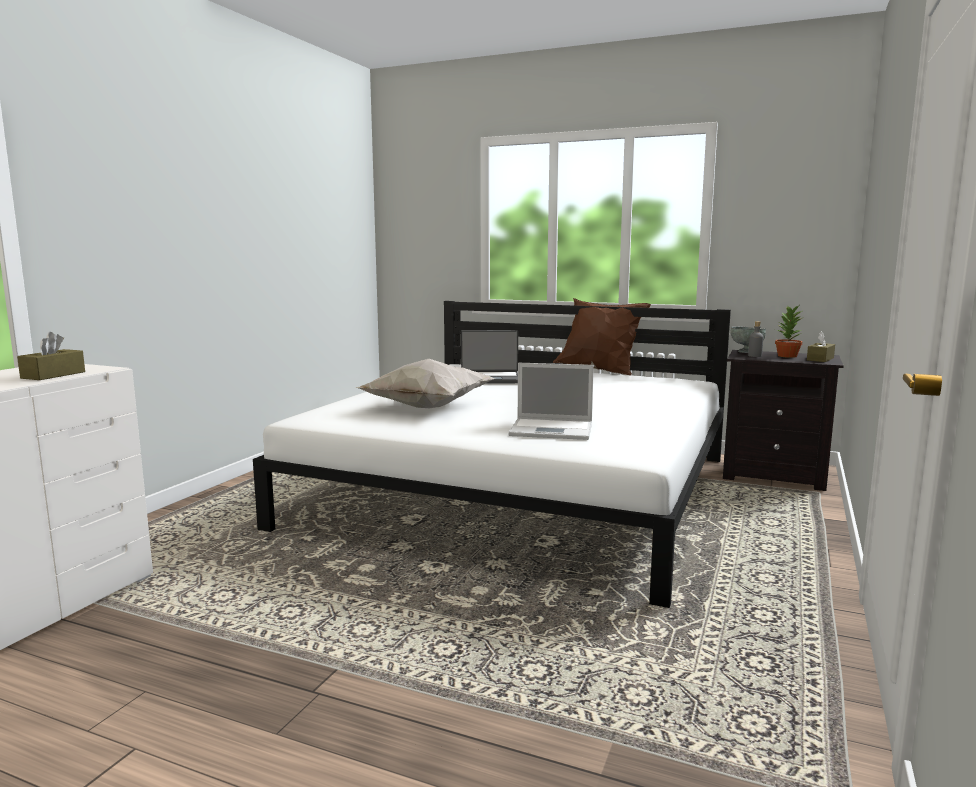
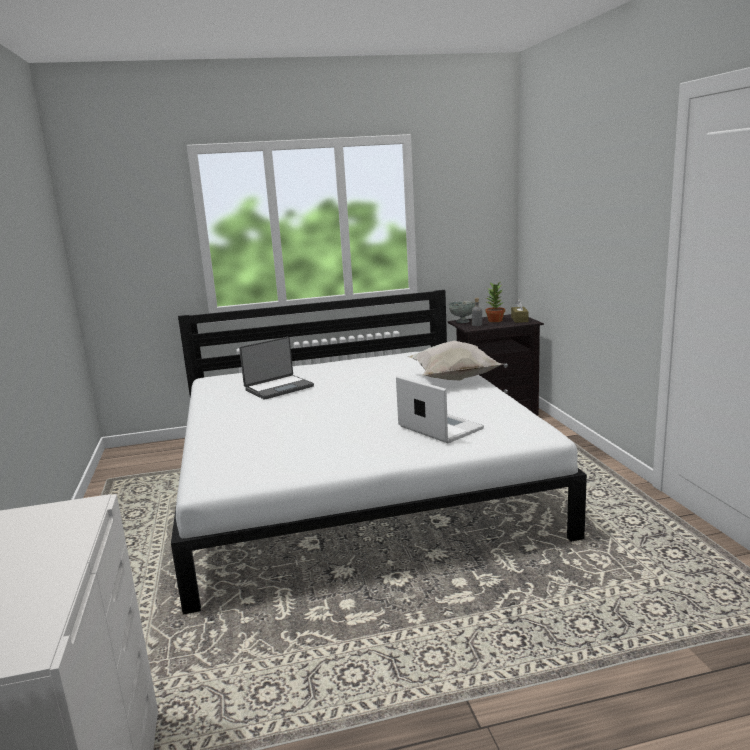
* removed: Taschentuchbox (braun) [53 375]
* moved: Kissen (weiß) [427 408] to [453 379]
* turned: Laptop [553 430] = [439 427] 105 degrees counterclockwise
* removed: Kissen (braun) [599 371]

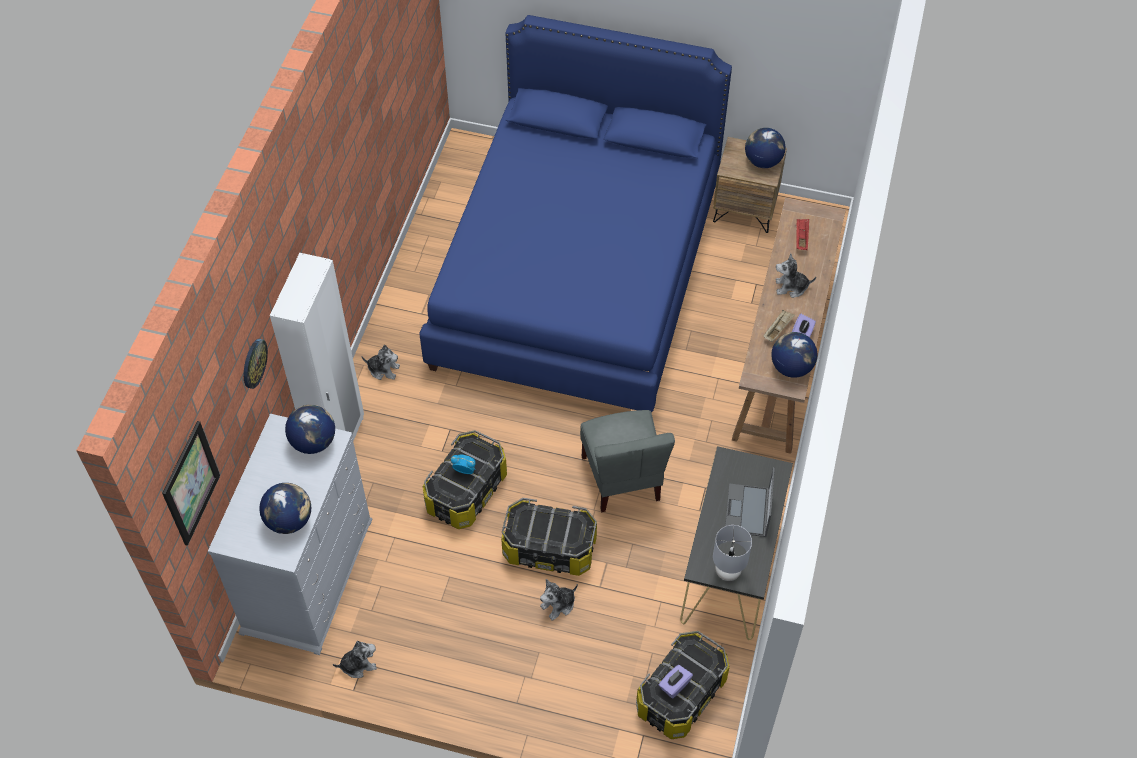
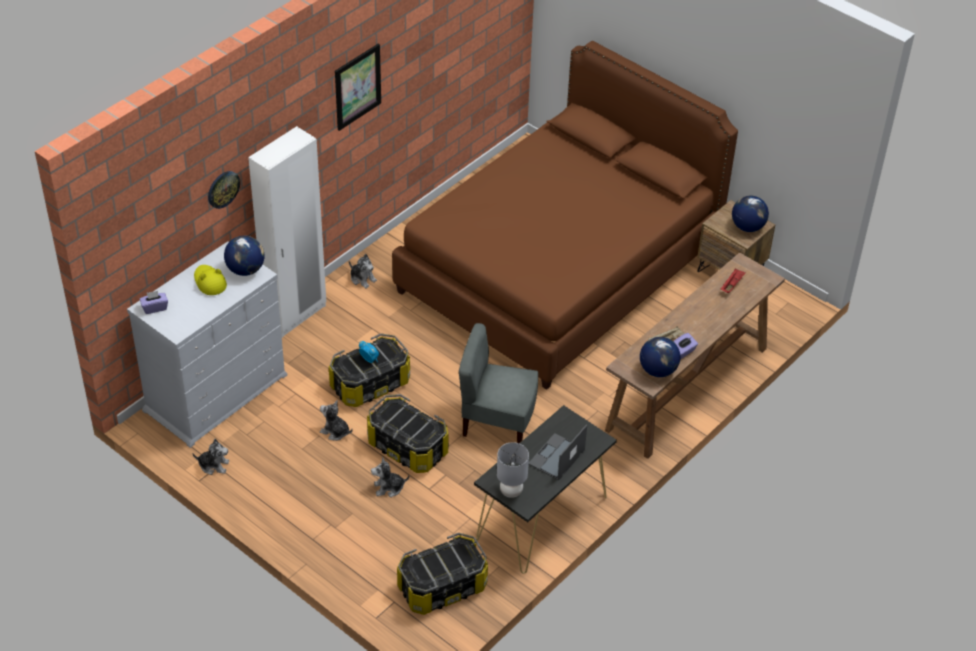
* moved: Bild [190 483] to [357 86]
* removed: Globus [289 520]
* recoloured: Bett (blau) [577 274] to Bett (braun) [559 268]
* turned: Stuhl (grau) [622 478] = [497 423] 90 degrees clockwise
* moved: Taschentuchbox (lila) [674 685] to [154 308]
* moved: Plüschtier [791 287] to [335 432]
* added: Hut (gelb) [209 282]

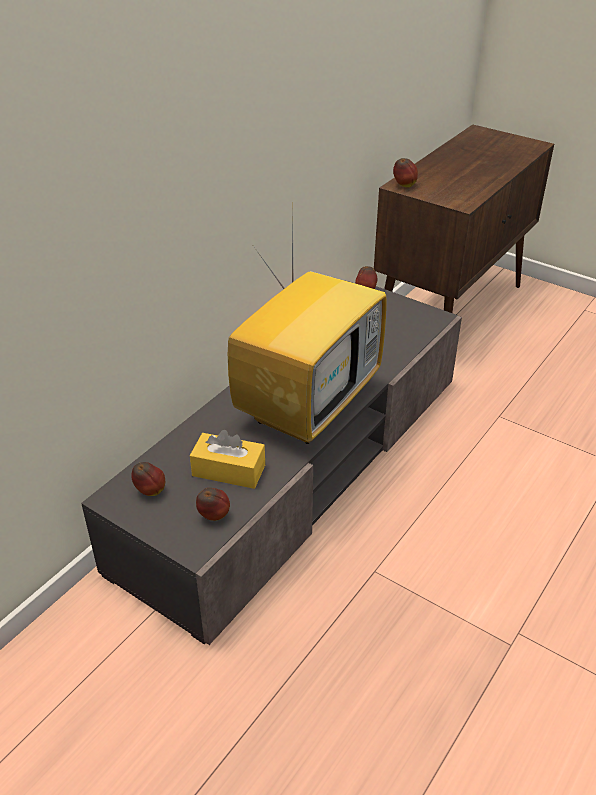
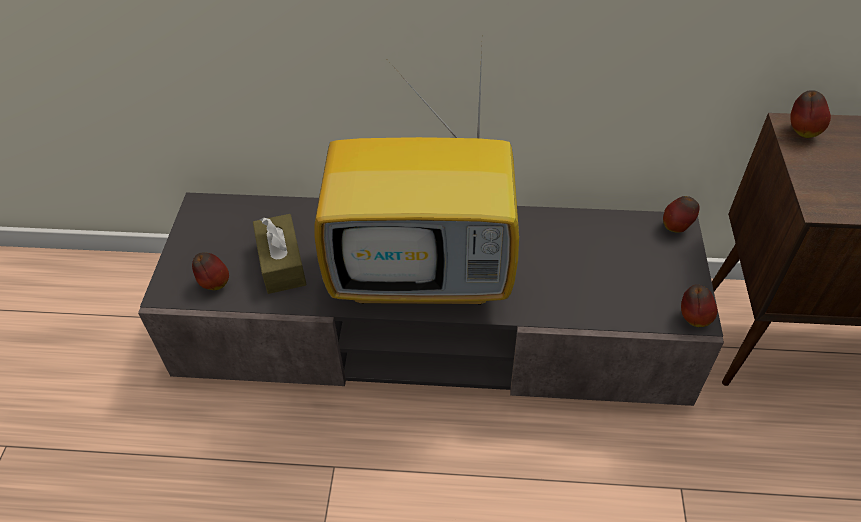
* moved: Apfel [150 492] to [693 319]
* recoloured: Taschentuchbox (gelb) [228 470] to Taschentuchbox (braun) [282 263]

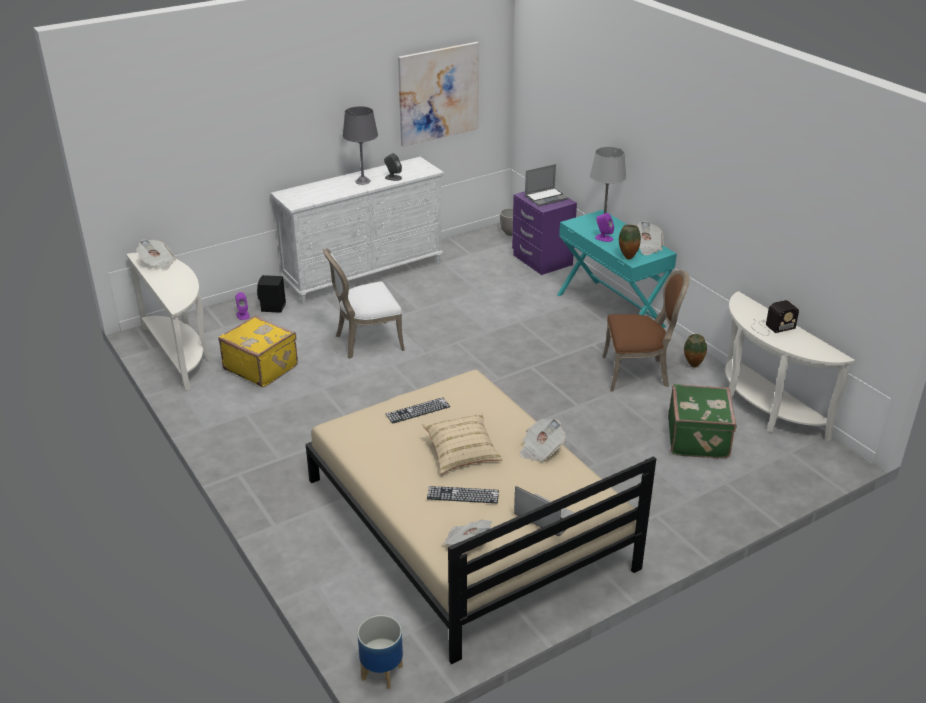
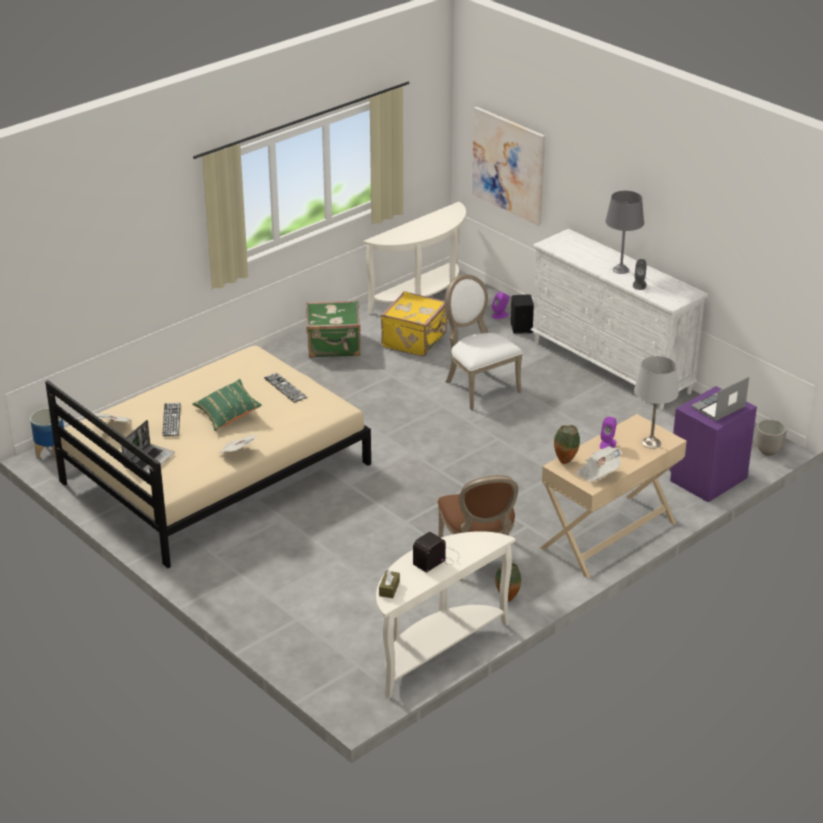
* removed: Zeitung [157 263]
* moved: Bild [438 93] to [508 165]
* recoloured: Kissen (beige) [461 453] to Kissen (grün) [228 414]
* turned: Laptop [546 197] = [718 408] 90 degrees clockwise
* recoloured: Schreibtisch (türkis) [610 310] to Schreibtisch (beige) [609 536]
* moved: Koffer (grün) [699 438] to [334 346]
* turned: Radio [771 327] = [438 559] 75 degrees clockwise
* added: Taschentuchbox (braun) [389 589]

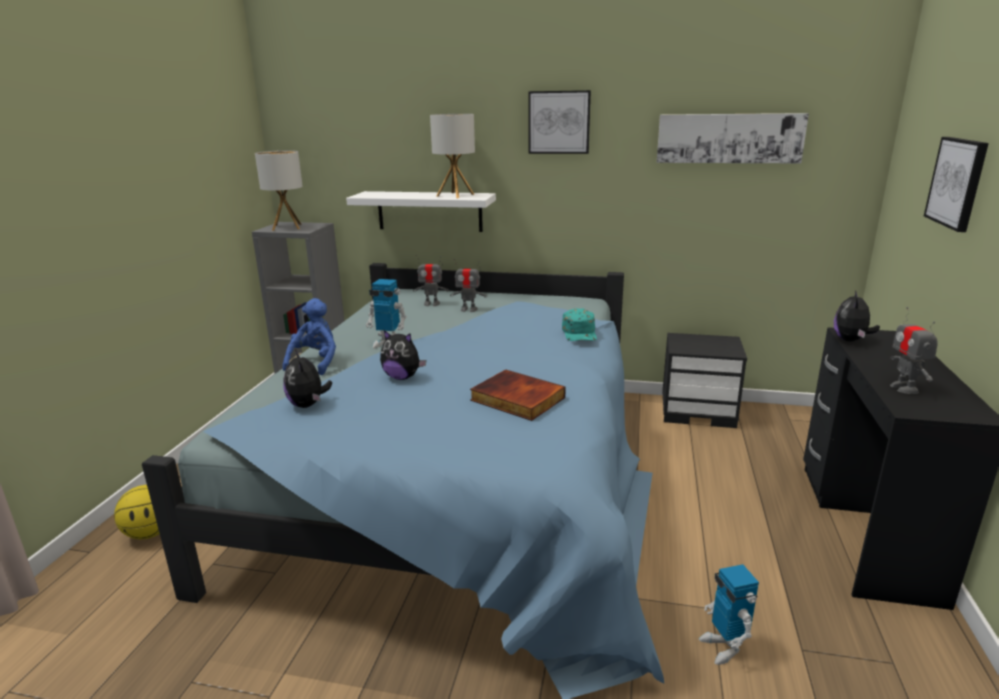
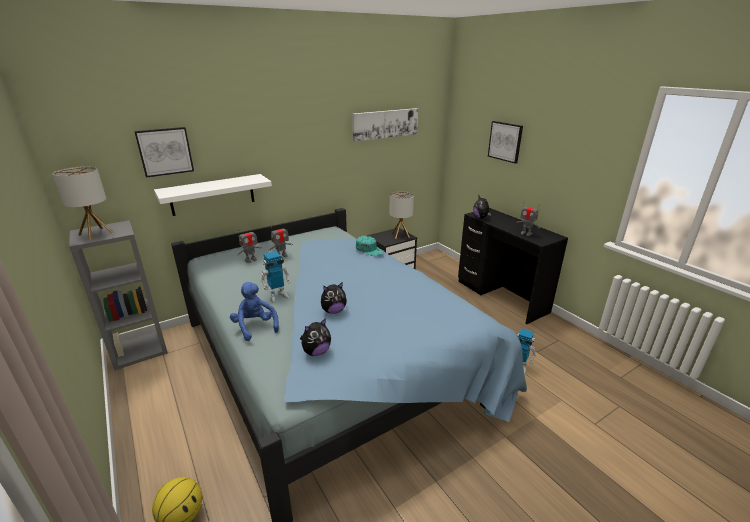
* turned: Plüschtier [308 405] = [316 352] 60 degrees counterclockwise
* moved: Tischlampe [455 195] to [400 235]
* removed: Buch [516 399]
* moved: Bild [559 122] to [165 151]

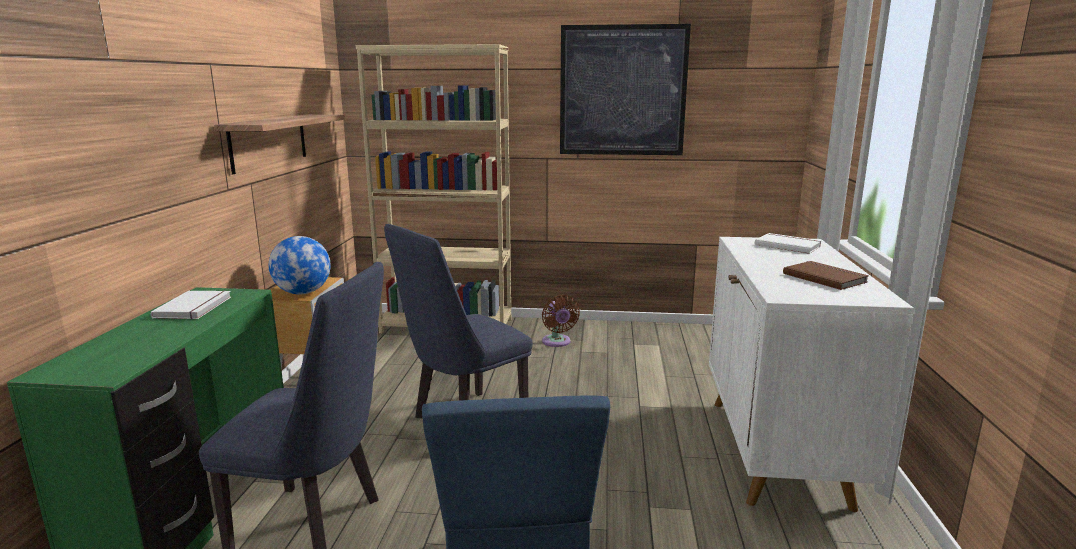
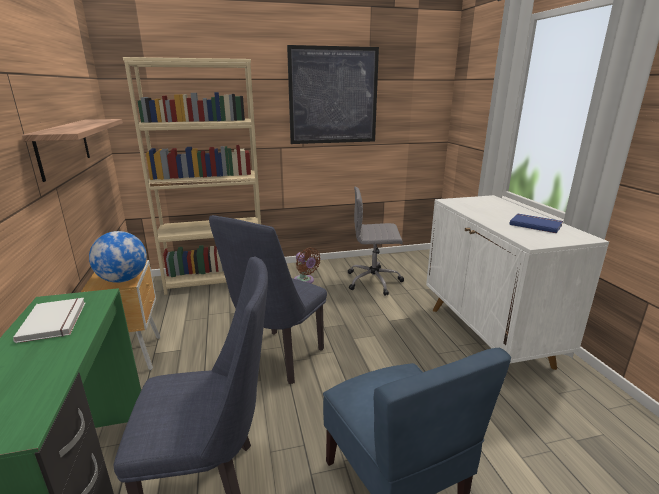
* removed: Buch (weiß) [788 245]
* recoloured: Buch (braun) [825 277] to Buch (blau) [535 224]
* added: Bürostuhl (grau) [374 281]

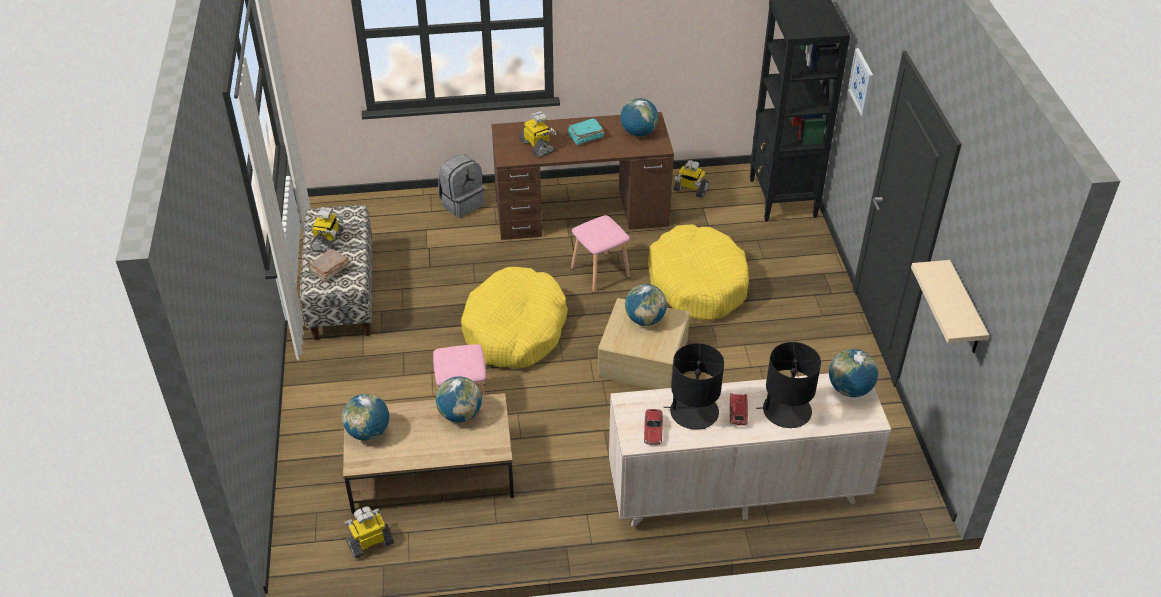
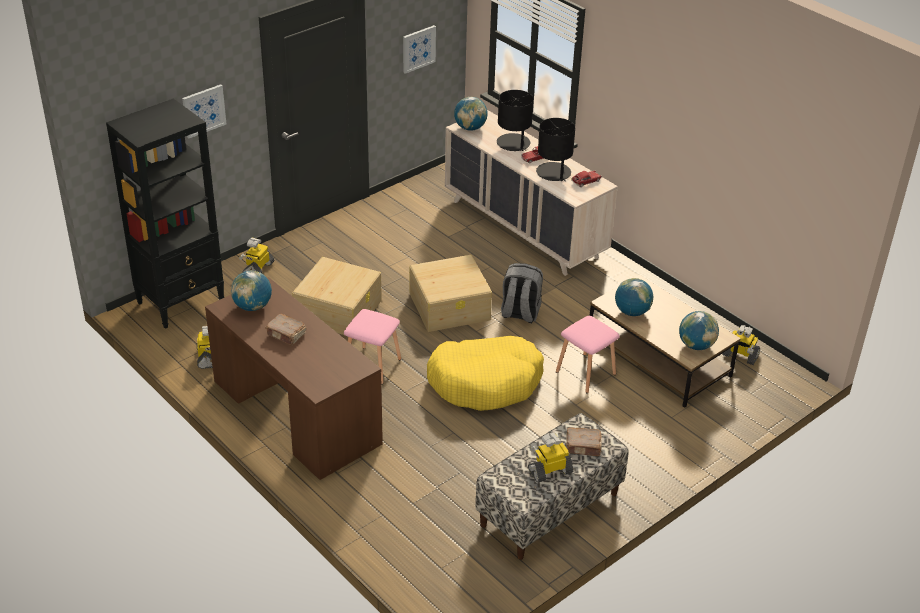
* moved: Rucksack (grau) [462 203] to [520 313]
* moved: Spielzeugroboter [537 146] to [258 268]
* recoloured: Buch (türkis) [585 137] to Buch (braun) [286 335]
* removed: Globus [645 320]
* replaced: Hundebett (gelb) [697 283] to Aufbewahrungsbox (beige) [338 309]
* replaced: Wandregal (beige) [964 310] to Bild [418 48]

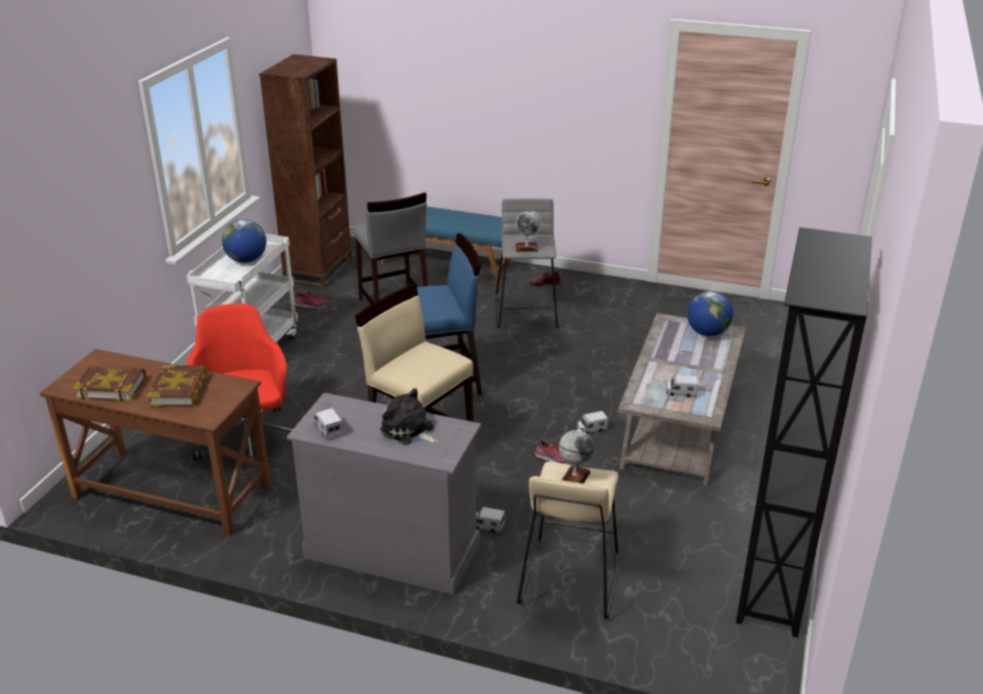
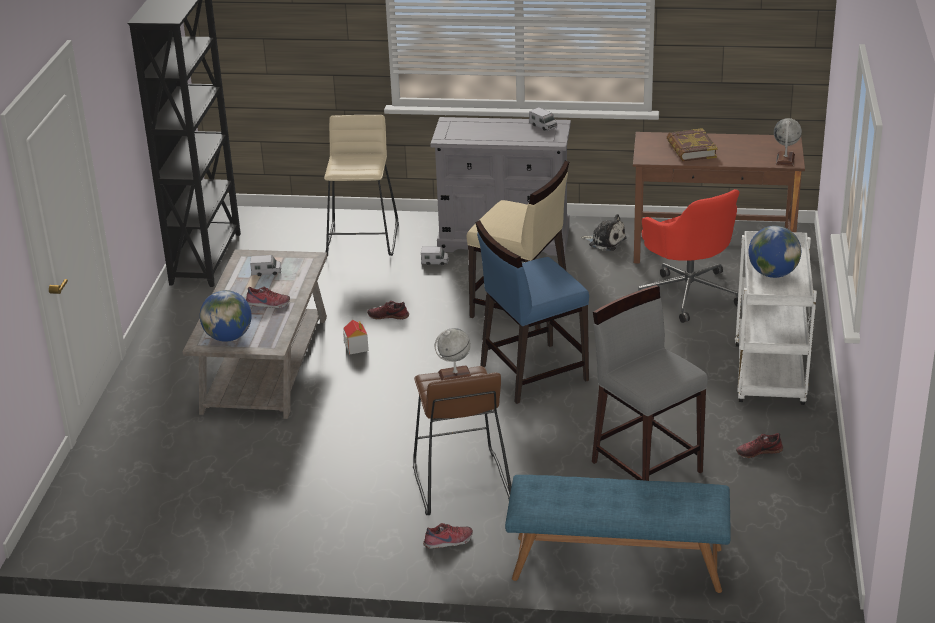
* removed: Buch [111 387]
* removed: Bücherregal (braun) [318 270]
* moved: Plüschtier [409 431] to [605 241]
* recoloured: Hocker (grau) [527 313] to Hocker (braun) [460 483]
* moved: Globus [574 478] to [785 159]
* replaced: Spielzeuglaster [591 429] to Spielzeughaus [356 347]
* added: Schuh [267 304]

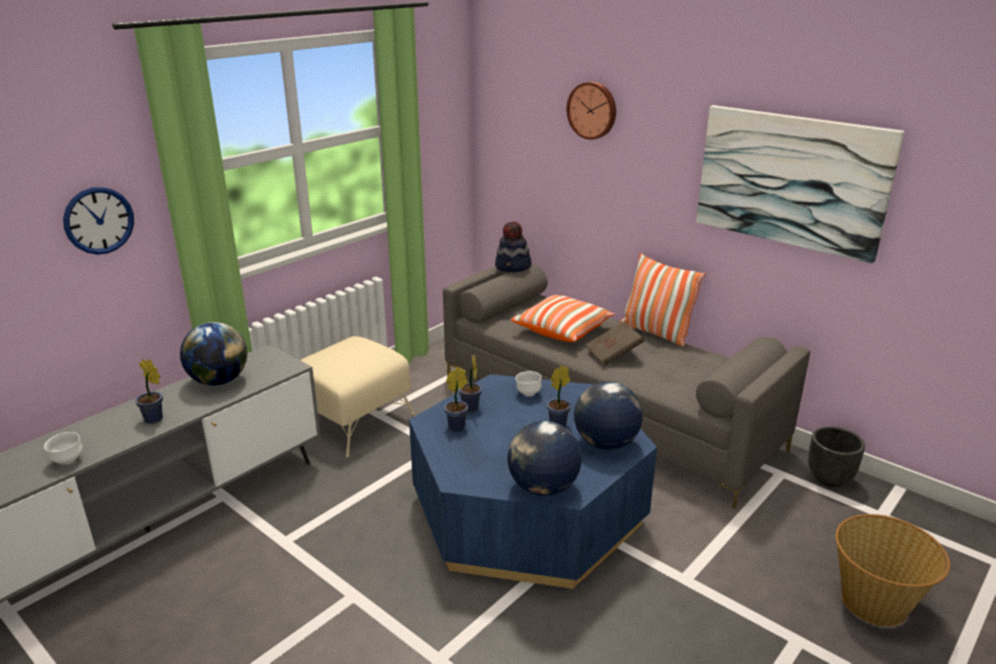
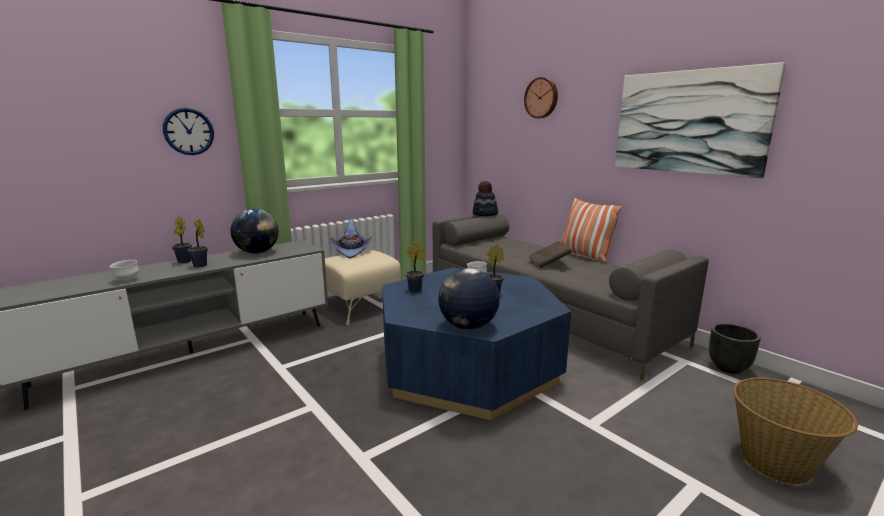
* moved: Topfpflanze [470 409] to [183 262]
* removed: Kissen [563 330]
* removed: Globus [605 444]
* added: Hut (lila) [352 251]

